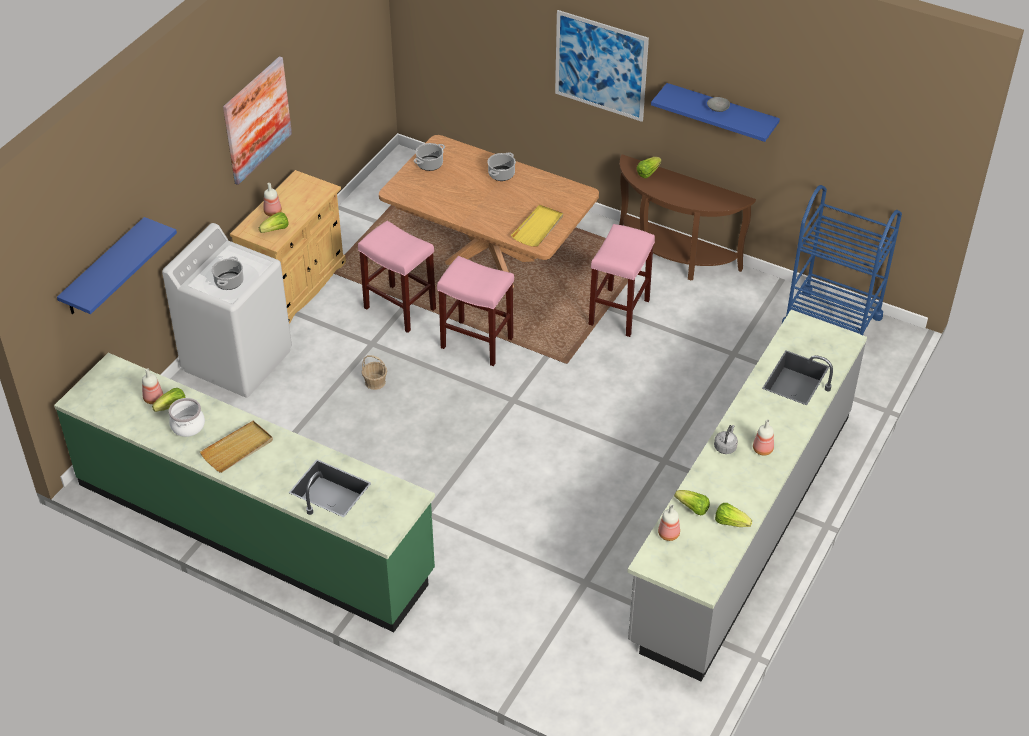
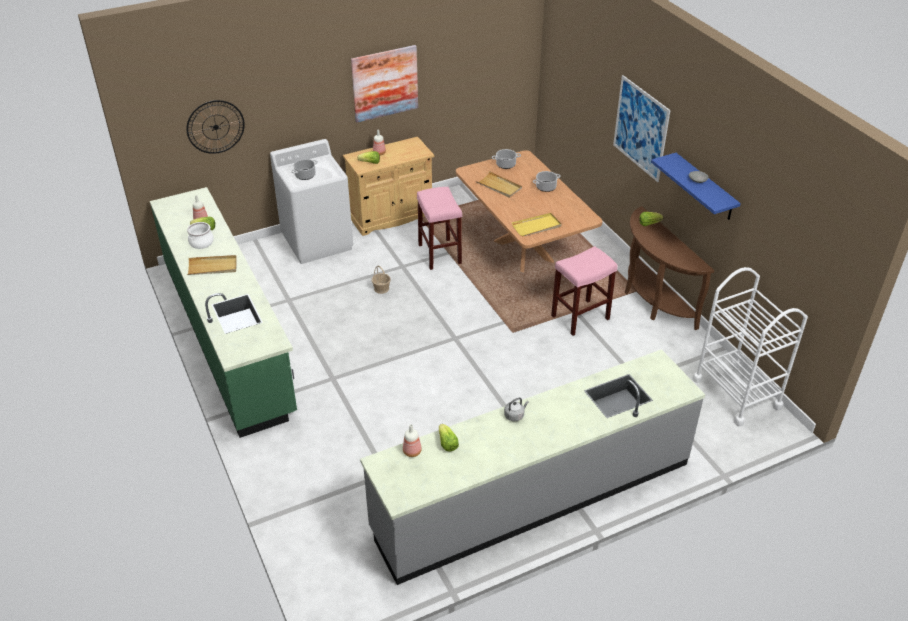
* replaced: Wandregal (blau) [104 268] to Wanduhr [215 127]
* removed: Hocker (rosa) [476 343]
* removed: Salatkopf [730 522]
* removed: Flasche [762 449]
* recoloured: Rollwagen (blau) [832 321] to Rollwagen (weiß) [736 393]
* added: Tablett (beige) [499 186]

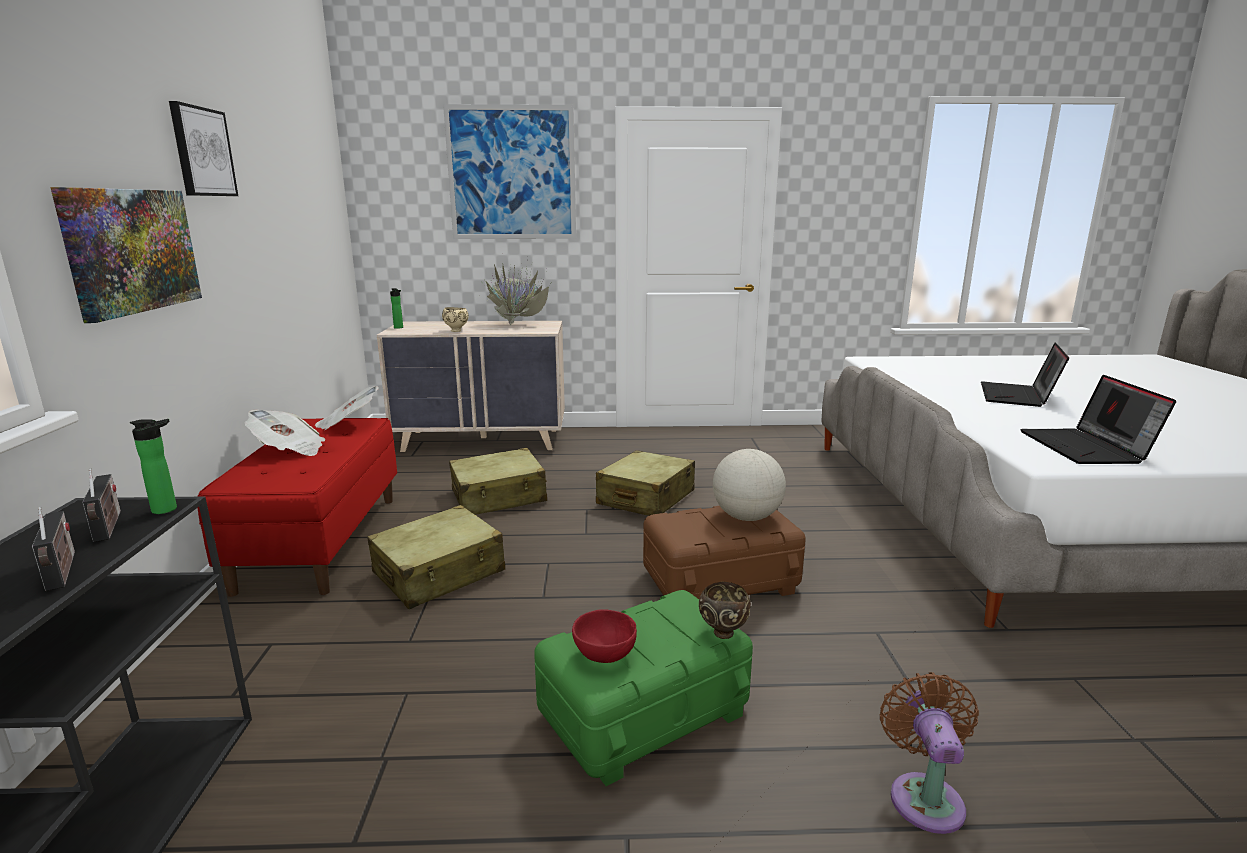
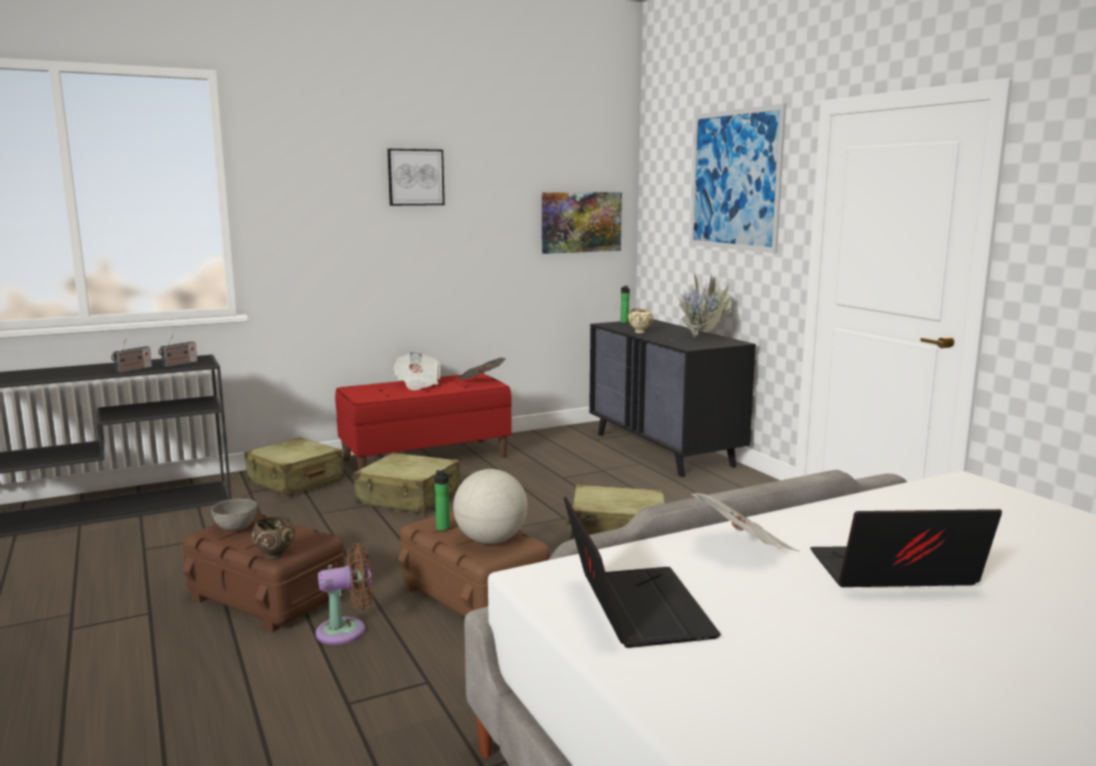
* moved: Bild [132 250] to [581 222]
* moved: Flasche [168 509] to [444 528]
* recoloured: Kommode (beige) [483 440] to Kommode (schwarz) [664 450]
* moved: Koffer (beige) [499 496] to [295 481]
* recoloured: Aufbewahrungsbox (grün) [644 713] to Aufbewahrungsbox (braun) [266 597]
* recoloured: Schüssel (rot) [605 656] to Schüssel (grau) [235 528]
* moved: Ventilator (braun) [924 796] to [346 631]
* turned: Laptop [1087 448] = [633 608] 105 degrees clockwise
* added: Zeitung [743 549]

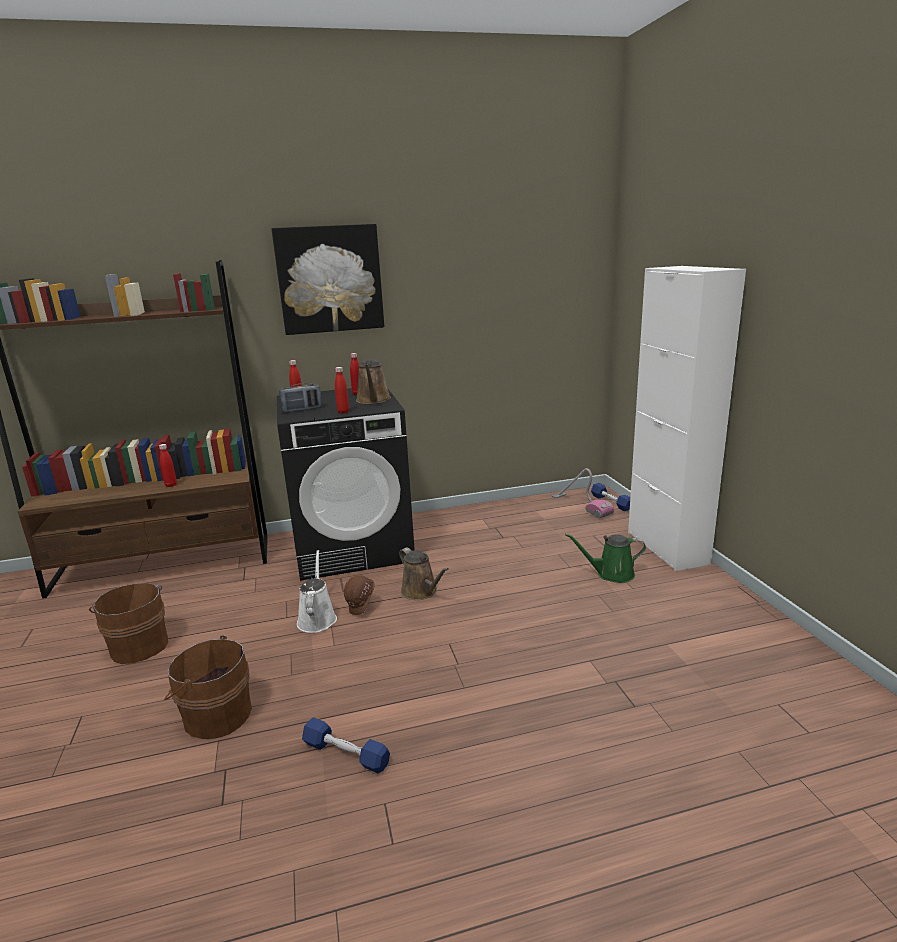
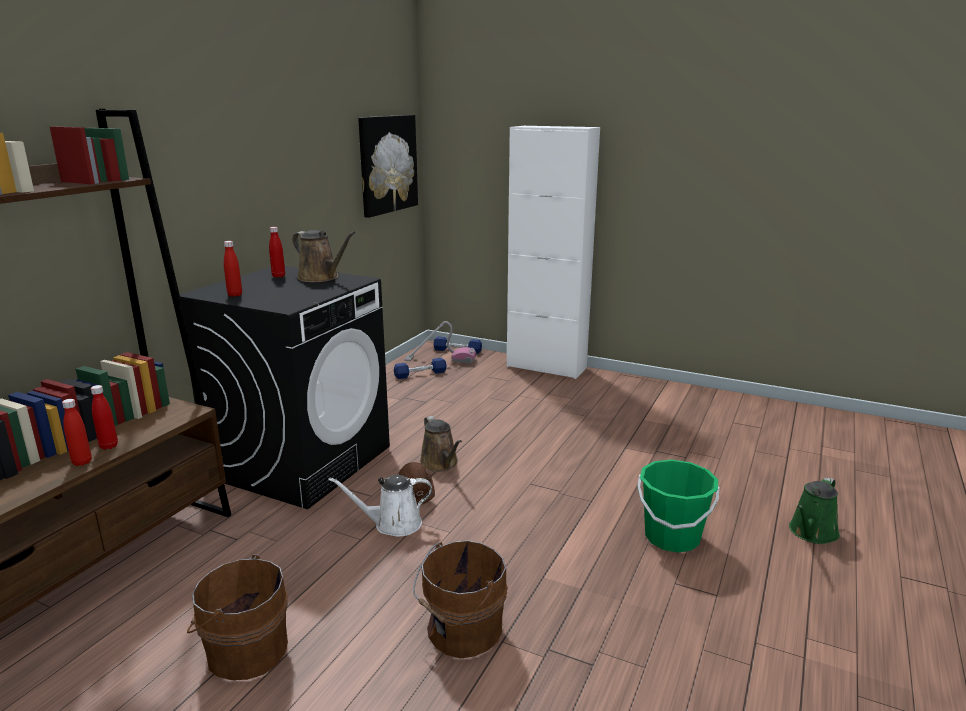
* moved: Bild [330 279] to [387 164]
* removed: Radio [302 409]
* turned: Gießkanne (weiß) [317 618] = [393 524] 45 degrees counterclockwise
* moved: Hantel (blau) [346 754] to [420 374]
* moved: Flasche (rot) [343 412] to [82 462]
* turned: Gießkanne (braun) [421 592] = [440 464] 60 degrees clockwise
* moved: Gießkanne (grün) [611 574] to [811 533]
* added: Eimer (grün) [672 537]

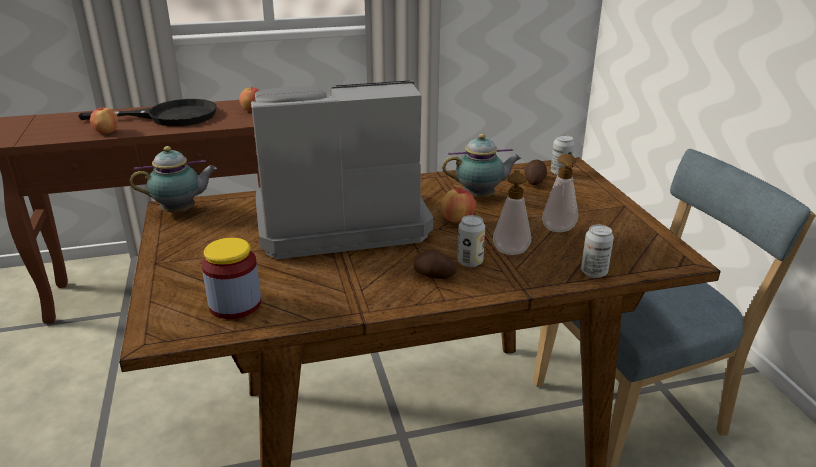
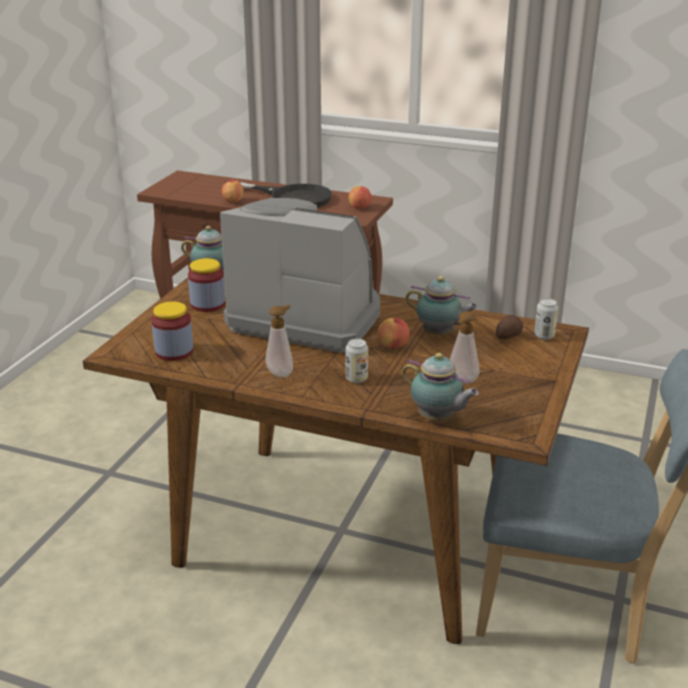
* removed: Kartoffel [434 276]
* moved: Seifenspender [510 250] to [281 373]
* replaced: Dose [594 272] to Teekanne [437 419]
* added: Vorratsglas [208 304]

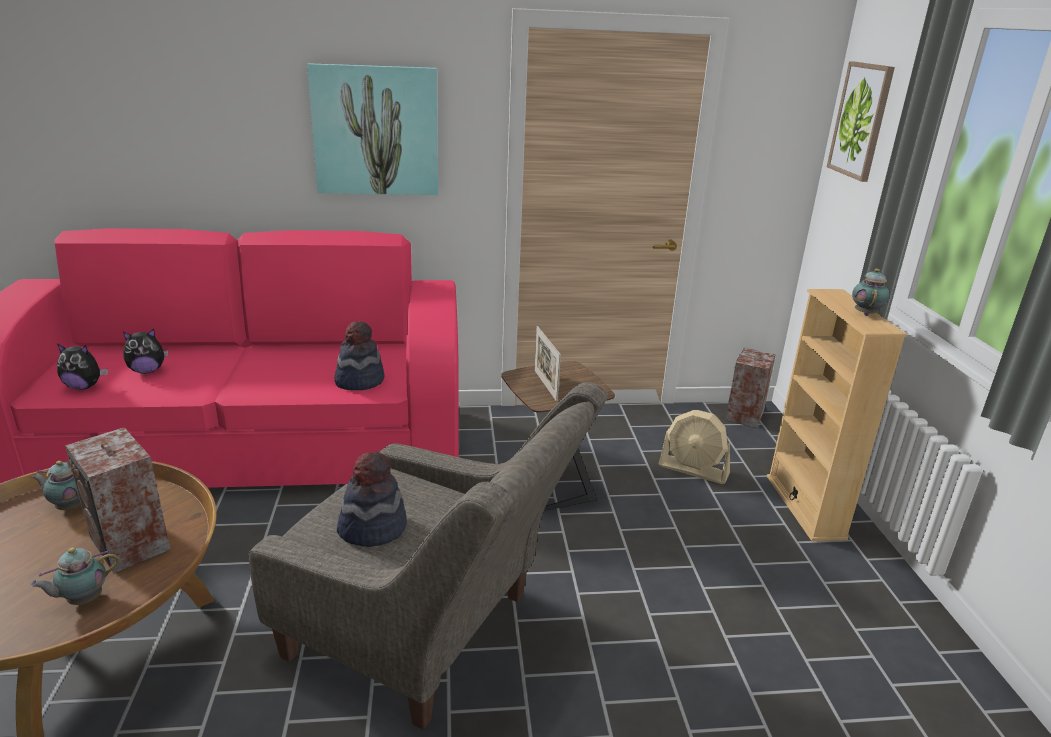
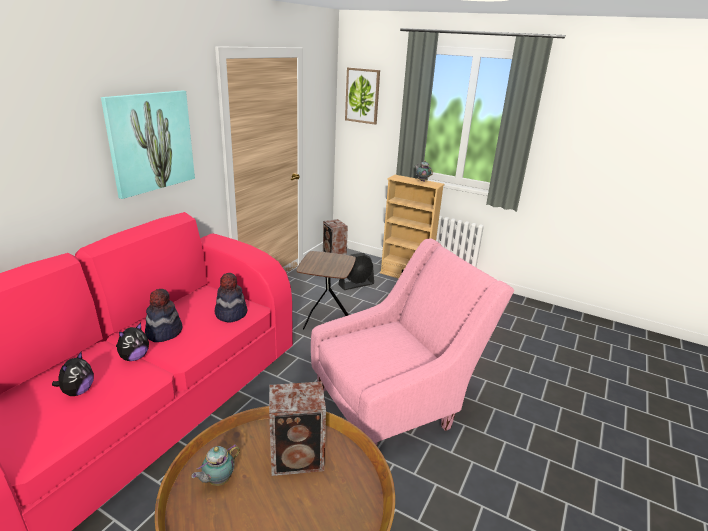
* removed: Teekanne [83 600]
* moved: Plüschtier [84 387] to [134 357]
* recoloured: Sessel (grau) [431 636] to Sessel (rosa) [395 403]
* moved: Hut [372 528] to [163 332]
* removed: Bilderrahmen [545 385]
* recoloured: Ventilator (beige) [694 470] to Ventilator (schwarz) [356 284]

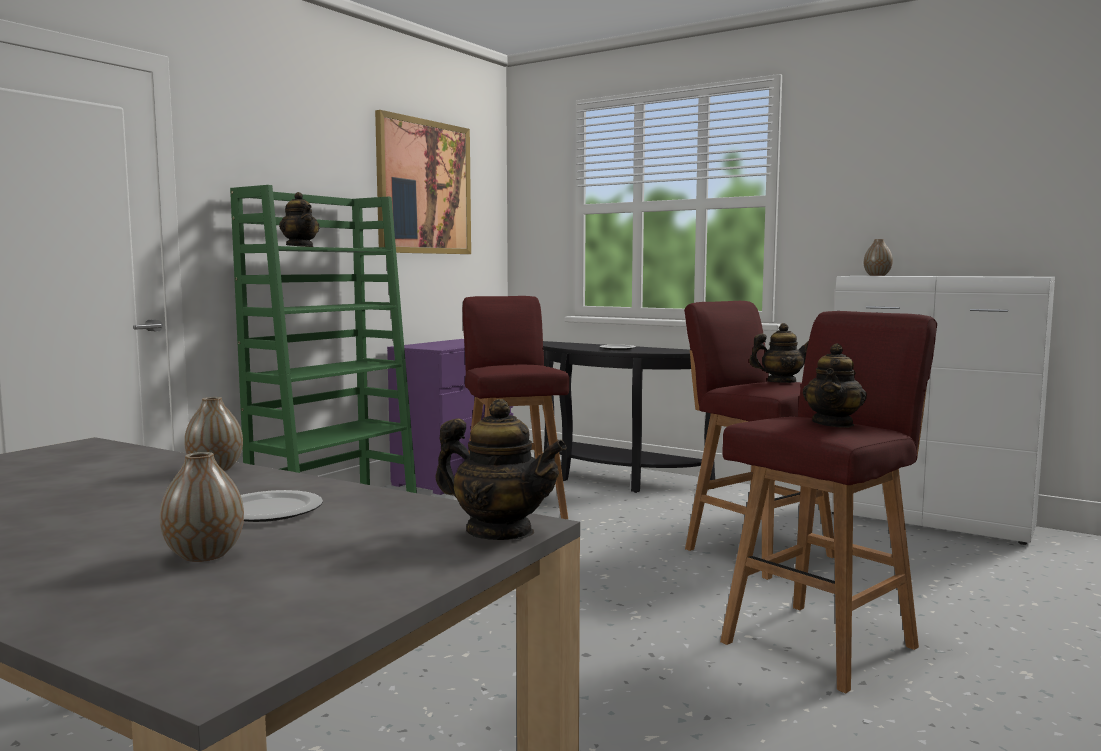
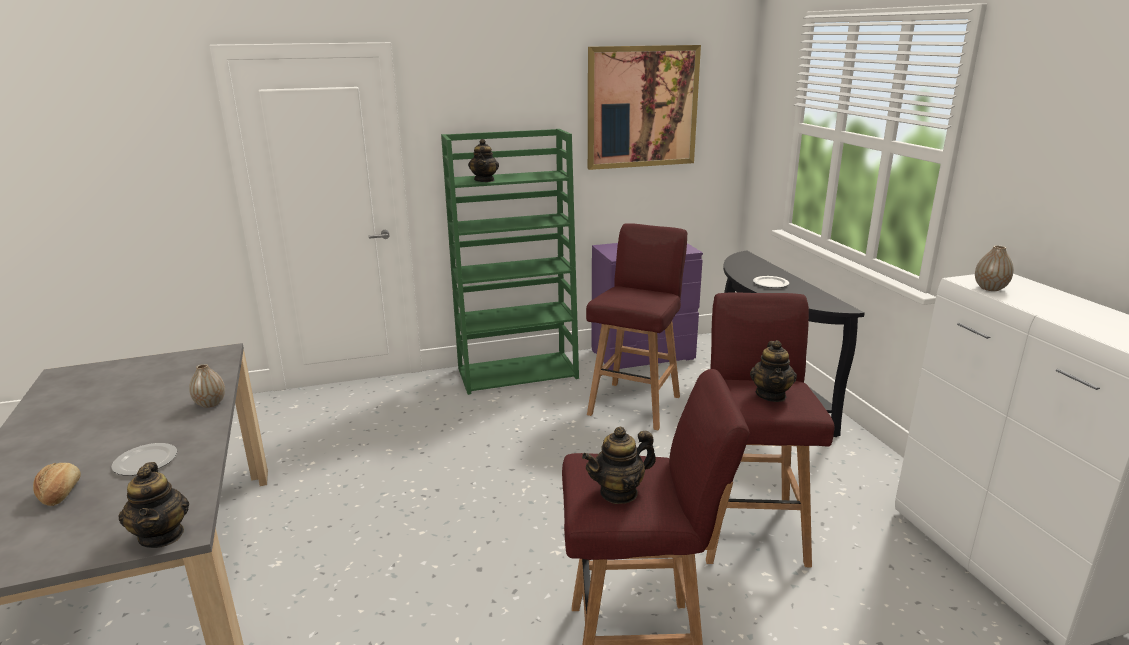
* replaced: Vase [204 555] to Brot [60 493]
* turned: Teekanne [781 382] = [771 395] 60 degrees clockwise

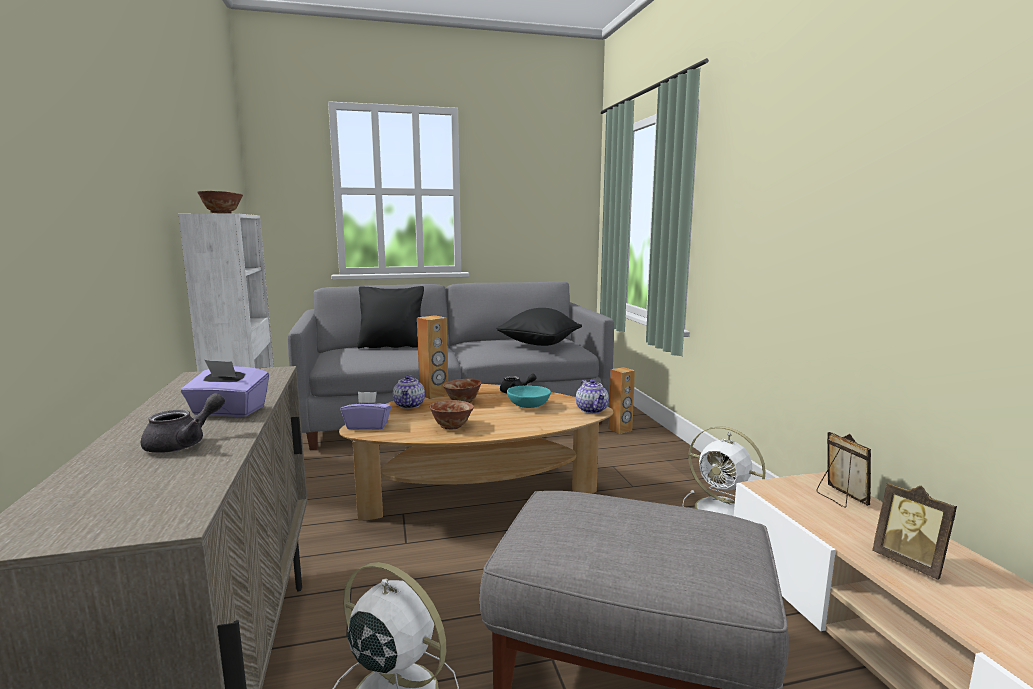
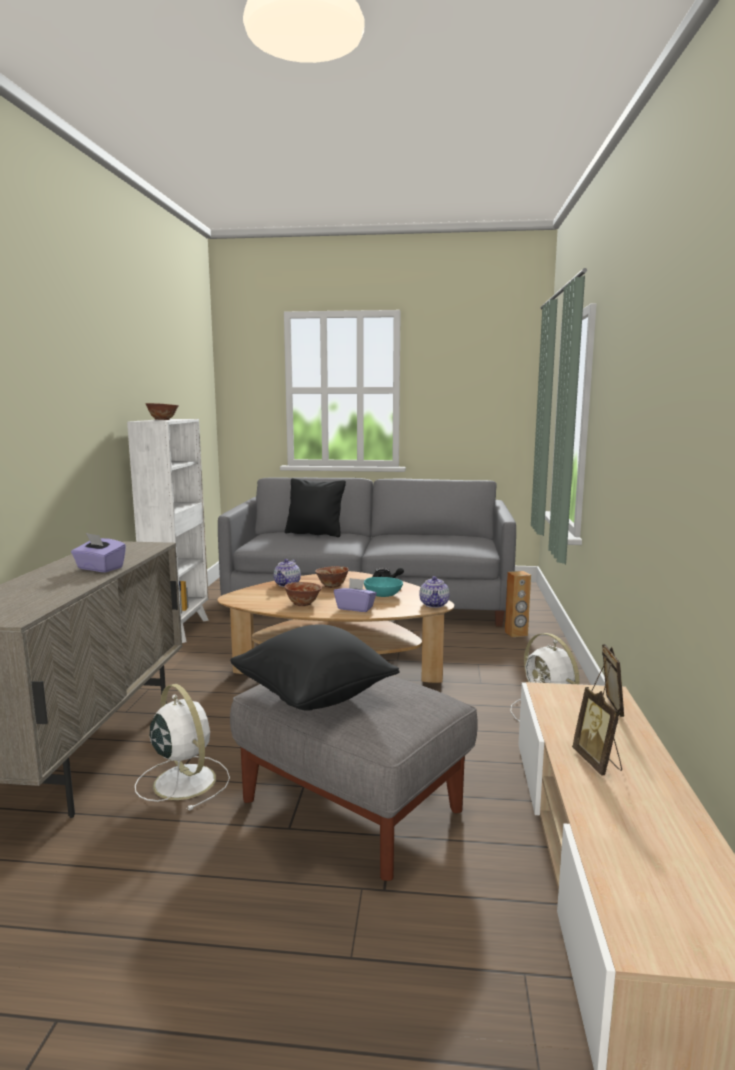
* removed: Teekanne (grau) [184 443]
* moved: Taschentuchbox (lila) [367 426] to [355 608]
* removed: Lautsprecher (braun) [434 394]
* moved: Kissen (schwarz) [539 345] to [314 698]

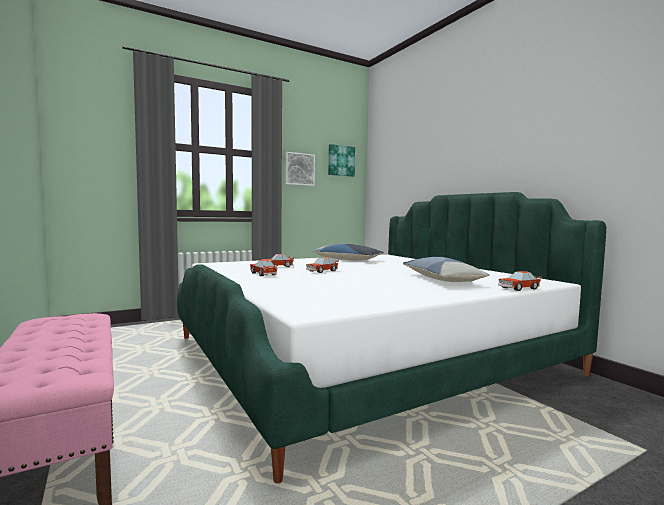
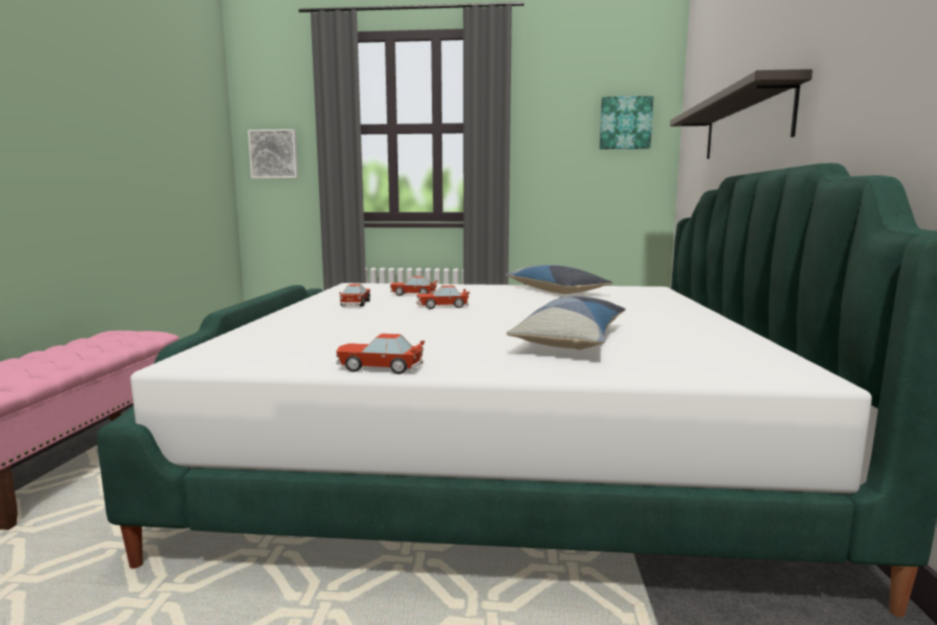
* moved: Bild [299 169] to [274 154]
* moved: Spielzeugauto [518 288] to [380 368]
* added: Wandregal [745 124]

